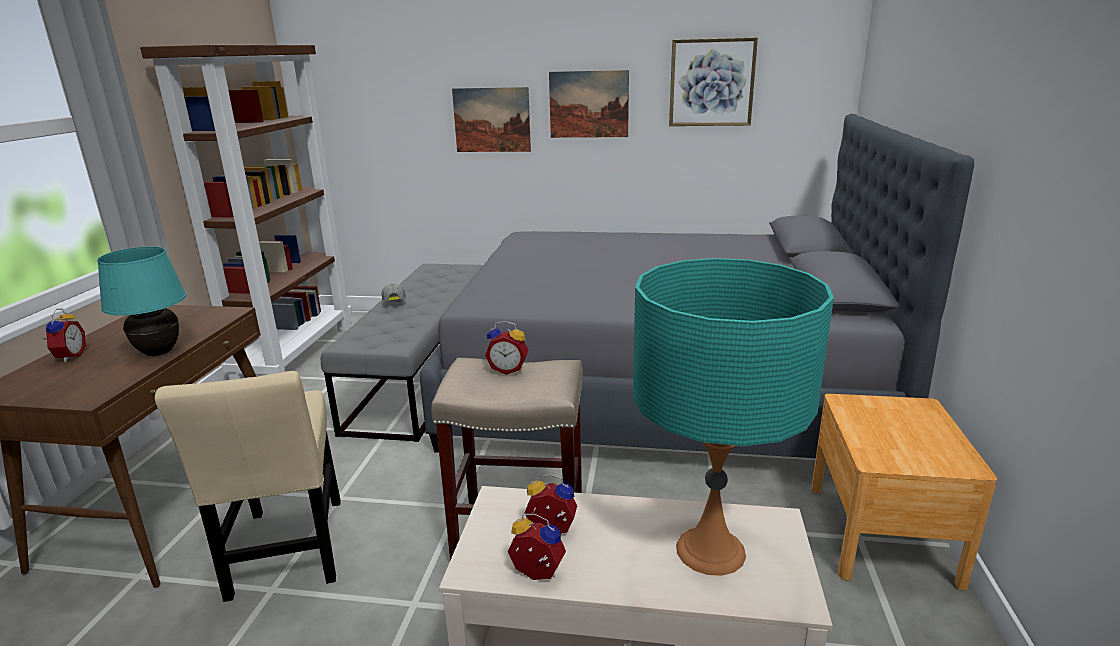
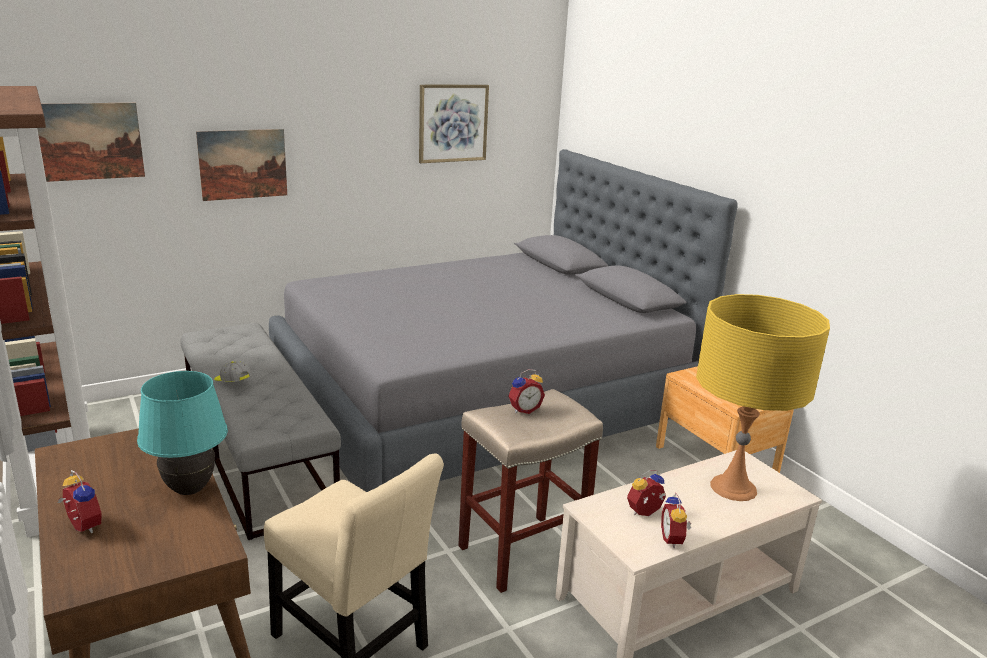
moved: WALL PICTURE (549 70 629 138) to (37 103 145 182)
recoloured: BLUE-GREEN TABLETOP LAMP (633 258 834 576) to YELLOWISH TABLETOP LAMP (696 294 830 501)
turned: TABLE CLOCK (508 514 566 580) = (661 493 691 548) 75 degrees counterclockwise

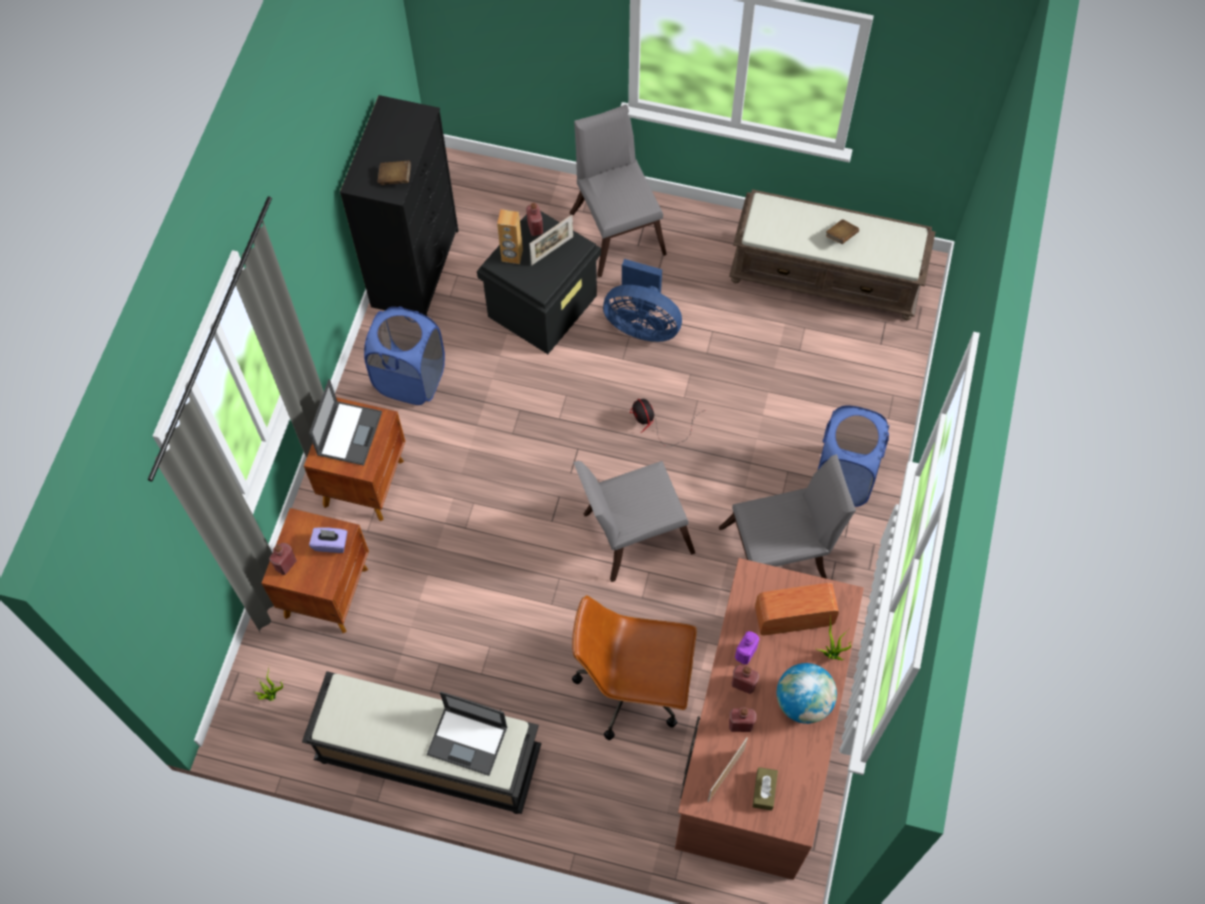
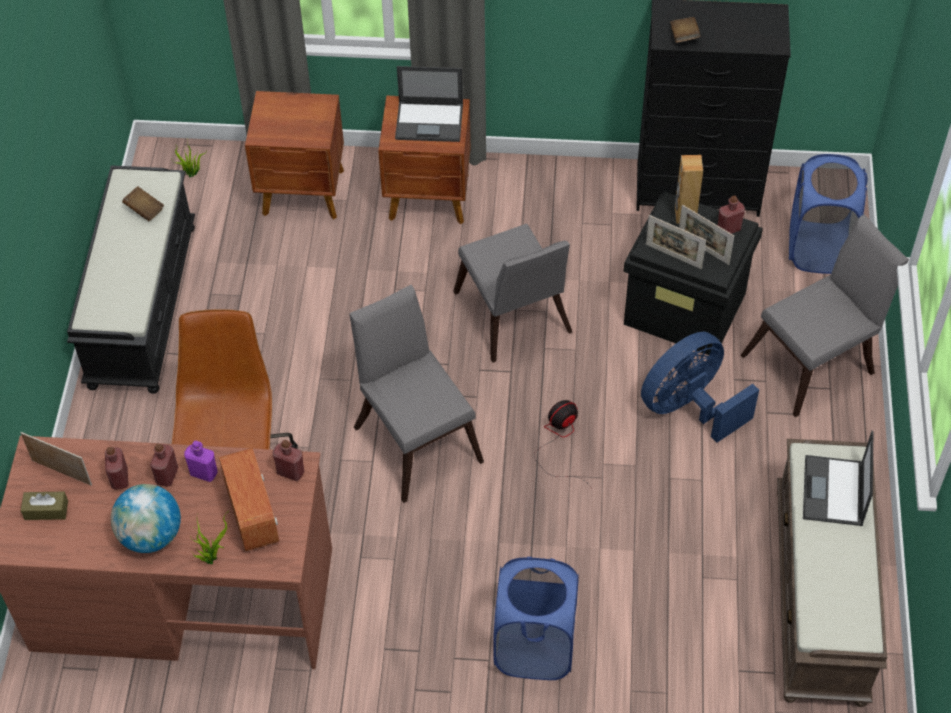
removed: PURPLE-COLOURED BOX OF TISSUES (309 527 347 553)
added: PHOTO FRAME (646 215 706 269)
moved: REDDISH BEVERAGE BOTTLE (269 543 297 575) to (273 440 304 481); BLUE HAMPER (364 307 445 405) to (789 154 868 274); PORTABLE COMPUTER (427 692 508 776) to (803 430 873 526); GREY UPRIGHT CHAIR (719 454 856 579) to (453 224 572 363); BROWN BOOK (826 219 859 244) to (122 186 164 221)
turned: BLUE ELECTRIC FAN (603 259 682 342) = (641 332 759 443) 45 degrees clockwise

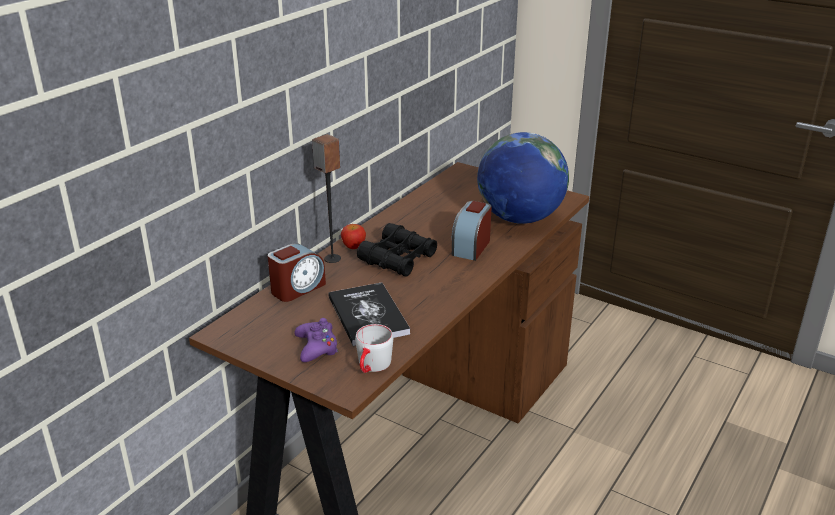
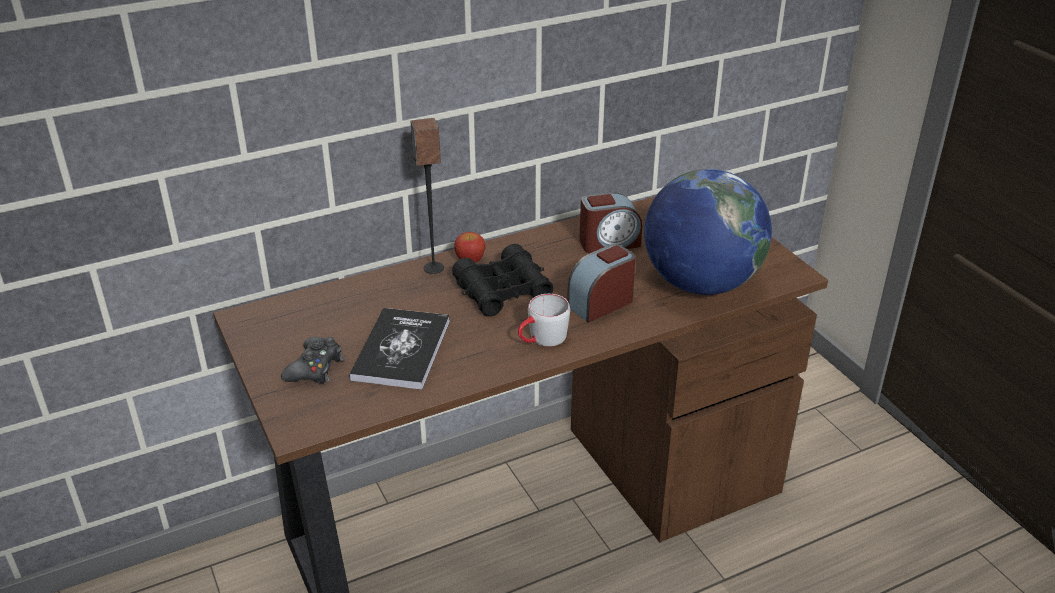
moved: TABLE CLOCK (268 244 326 302) to (579 192 642 253); GREY COFFEE MUG (355 324 393 373) to (518 294 570 347)
recoloured: PURPLE-COLOURED GAME CONTROLLER (294 318 339 362) to BLACK GAME CONTROLLER (281 337 344 383)

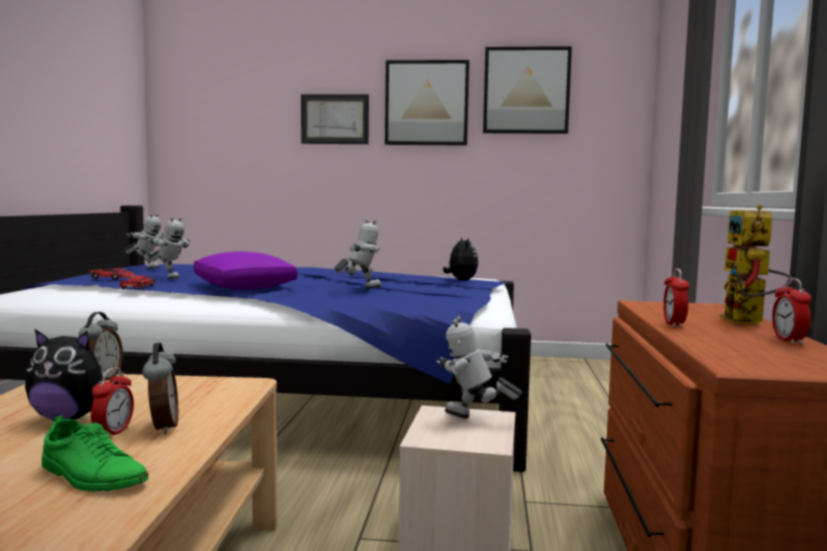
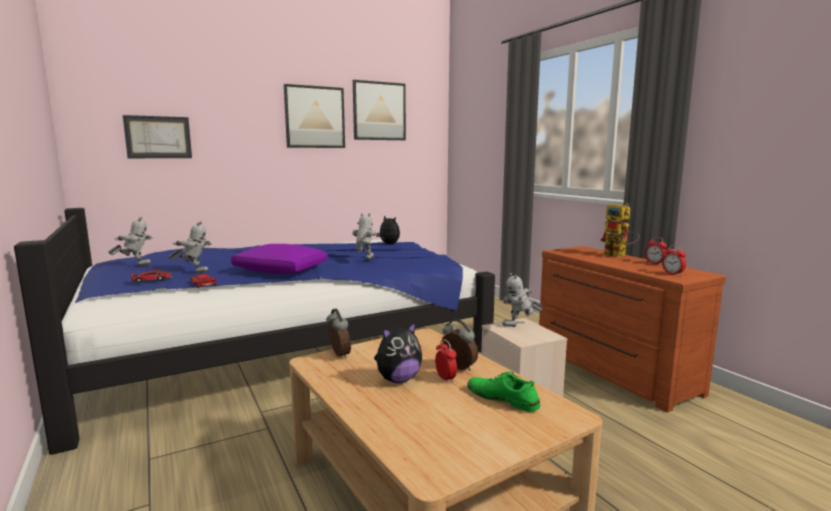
moved: WALL PICTURE (301 94 369 144) to (123 115 192 158); TABLE CLOCK (663 268 690 328) to (662 245 686 275)
turned: GREEN LOW SHOE (42 415 149 492) = (467 372 540 412) 135 degrees counterclockwise

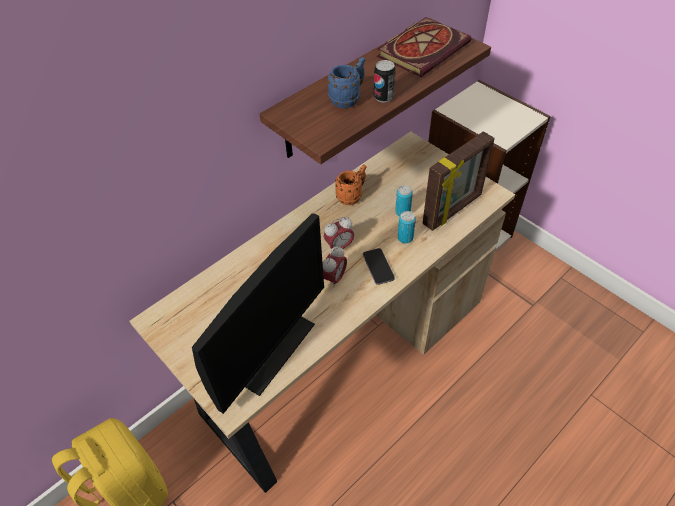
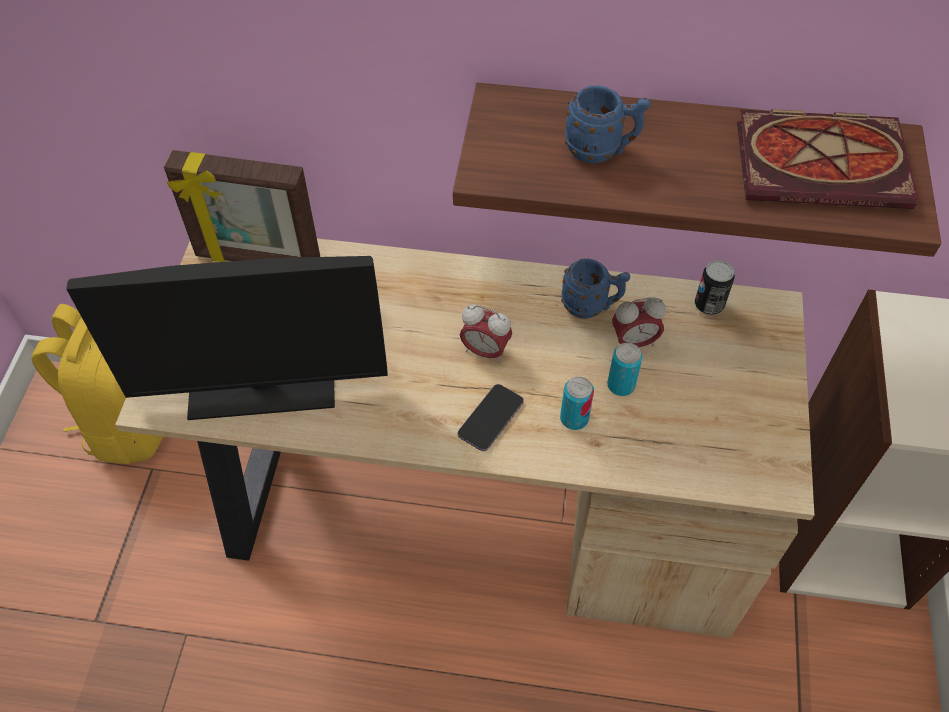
moved: TABLE CLOCK (323 246 347 288) to (612 297 666 347); SEALED CAN (374 60 396 103) to (695 260 735 315); PHOTO FRAME (422 131 495 231) to (164 150 320 262)
recoloured: ORANGEY COFFEE MUG (335 164 367 205) to BLUE COFFEE MUG (561 258 630 319)

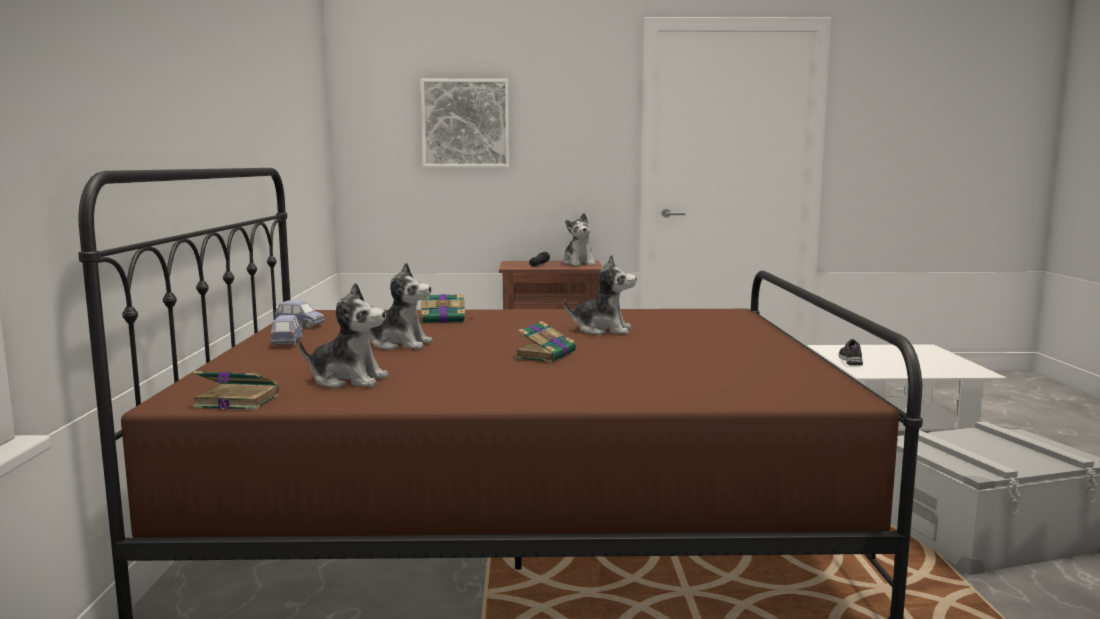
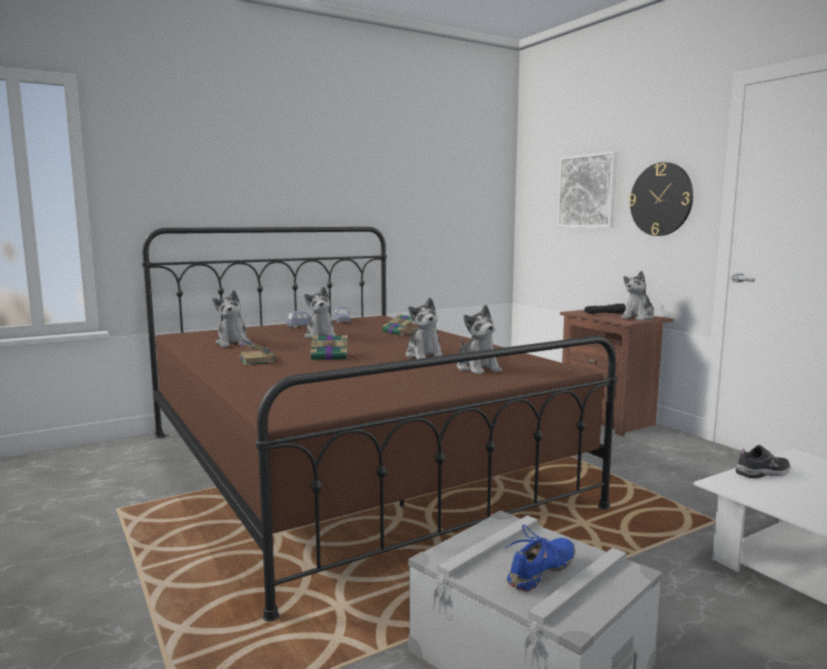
added: PLUSH TOY (457 305 502 375); BLUE LOW SHOE (505 525 575 592); CLOCK ON THE WALL (629 162 693 236)
moved: BOOK (193 371 279 410) to (239 338 276 365)

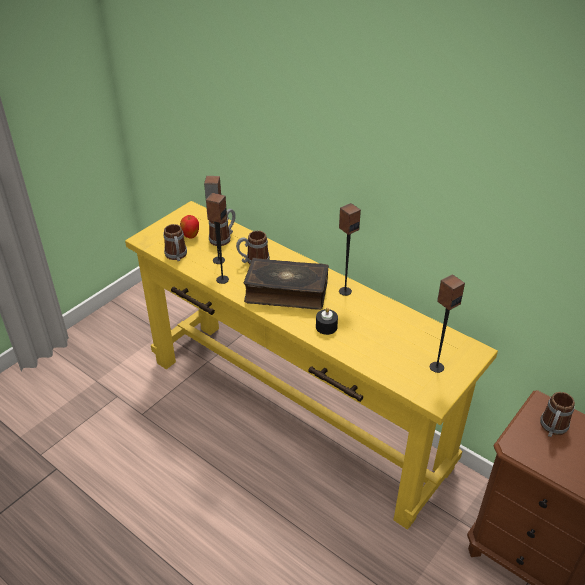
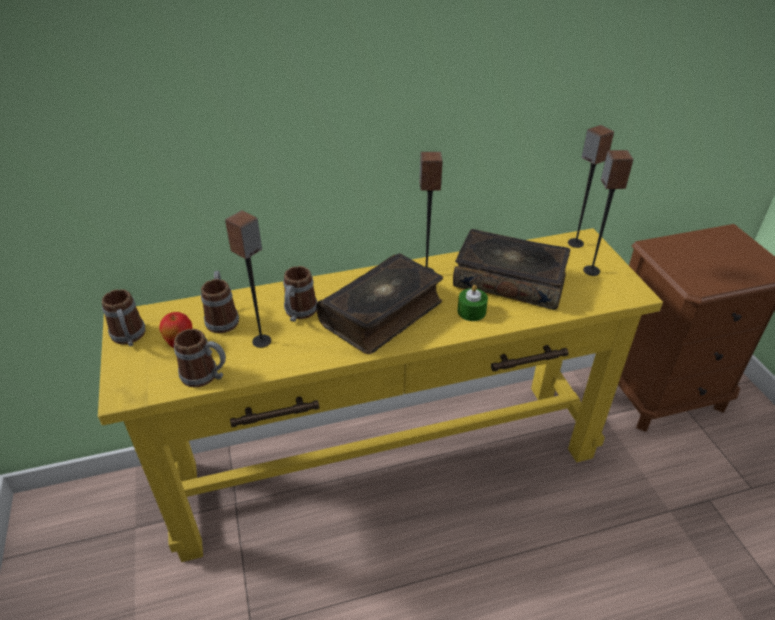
added: BOOK (453 229 571 310)
moved: AUDIO SPEAKER (206 193 229 284) to (568 125 614 248); COFFEE MUG (540 392 575 437) to (102 289 145 347)
recoloured: BLACK CANDLE (316 307 338 335) to GREEN CANDLE (458 285 488 321)

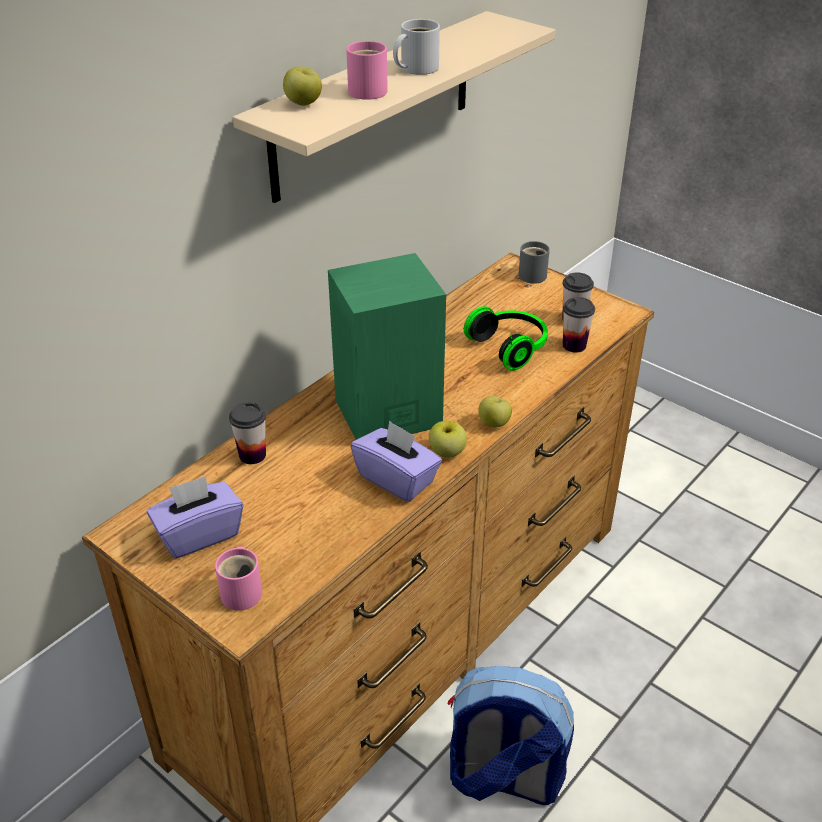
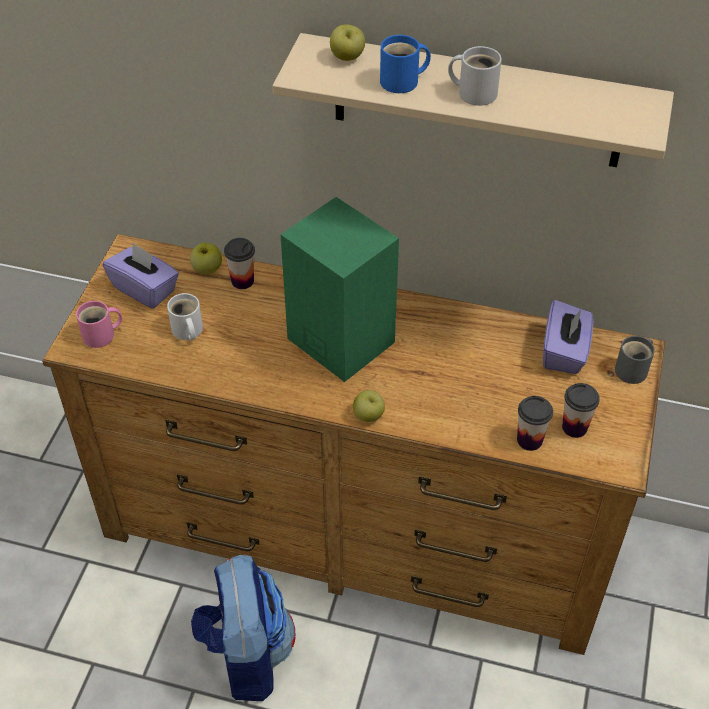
removed: HEADSET (464 306 548 371)
added: WHITE COFFEE MUG (167 293 203 340)
moved: PURPLE-COLOURED BOX OF TISSUES (351 420 442 502) to (543 300 593 374); WHOLE APPLE (429 421 467 458) to (190 243 222 275)
recoloured: PINKISH COFFEE MUG (346 41 388 100) to BLUE COFFEE MUG (380 35 431 93)

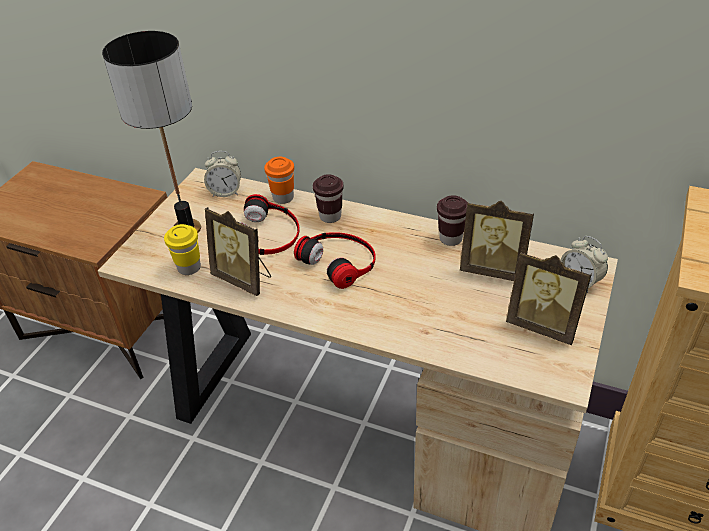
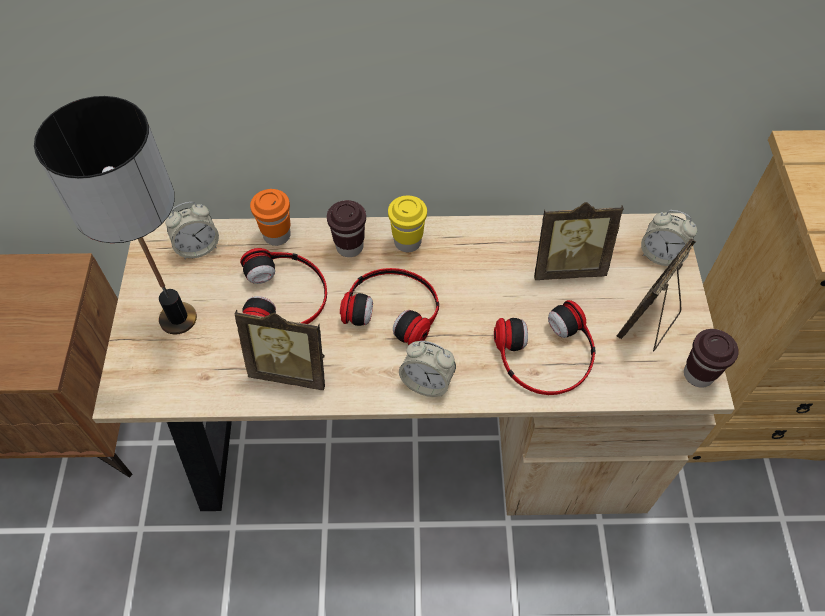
added: TABLE CLOCK (399 341 456 397); HEADSET (494 300 595 395)
moved: YELLOWISH DRINKING CUP (164 224 201 275) to (388 195 427 252); BROWN DRINKING CUP (437 195 468 246) to (684 329 739 388)
turned: PHOTO FRAME (506 251 592 345) = (617 239 696 351) 120 degrees clockwise

